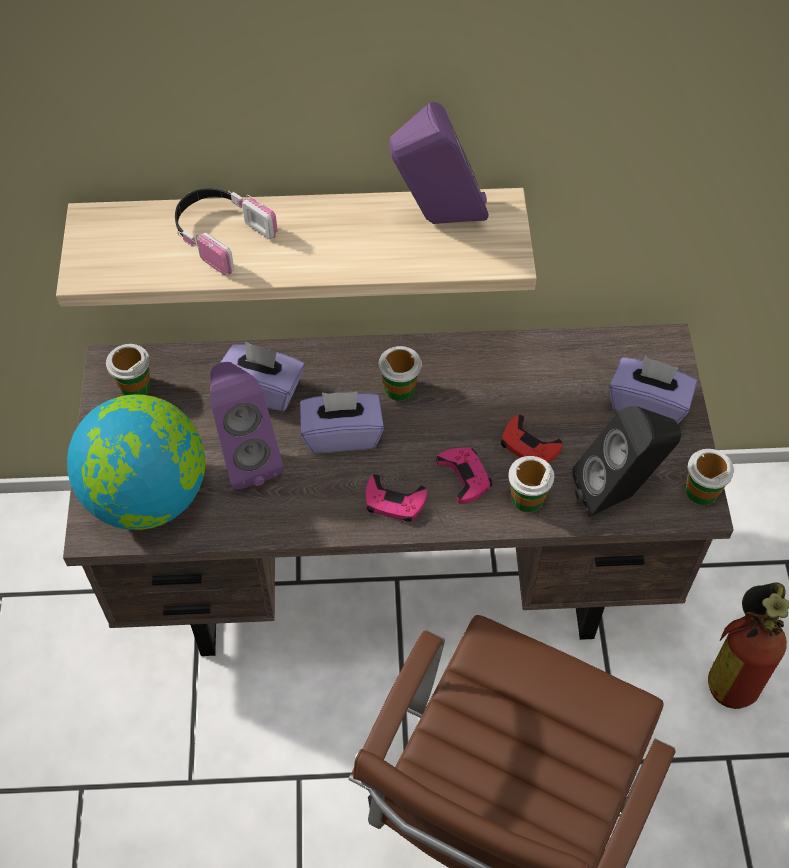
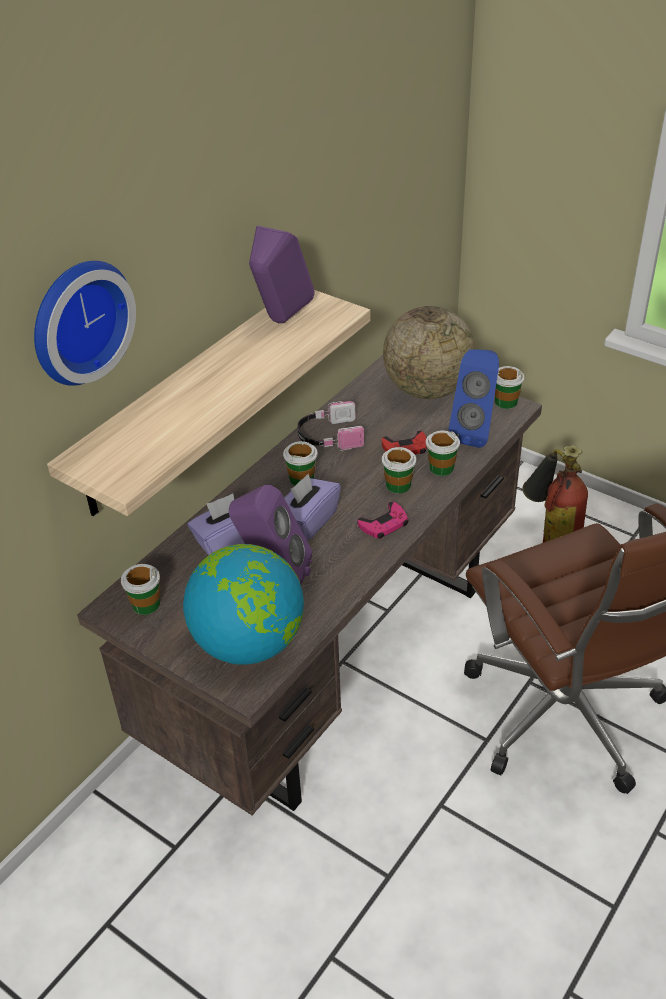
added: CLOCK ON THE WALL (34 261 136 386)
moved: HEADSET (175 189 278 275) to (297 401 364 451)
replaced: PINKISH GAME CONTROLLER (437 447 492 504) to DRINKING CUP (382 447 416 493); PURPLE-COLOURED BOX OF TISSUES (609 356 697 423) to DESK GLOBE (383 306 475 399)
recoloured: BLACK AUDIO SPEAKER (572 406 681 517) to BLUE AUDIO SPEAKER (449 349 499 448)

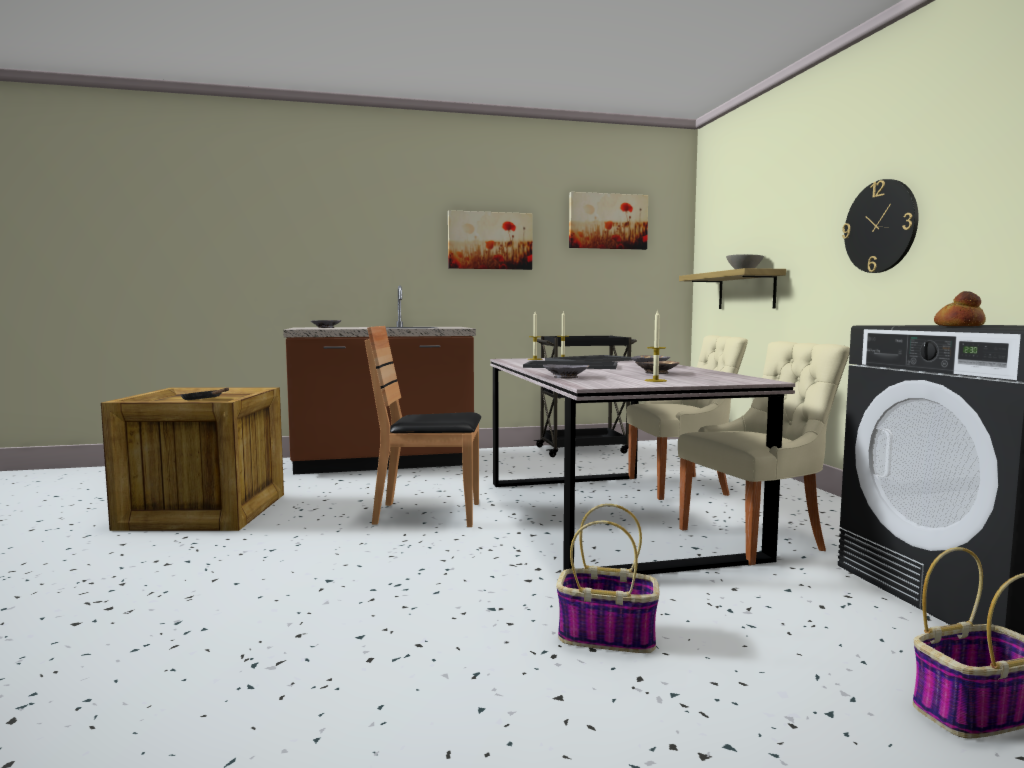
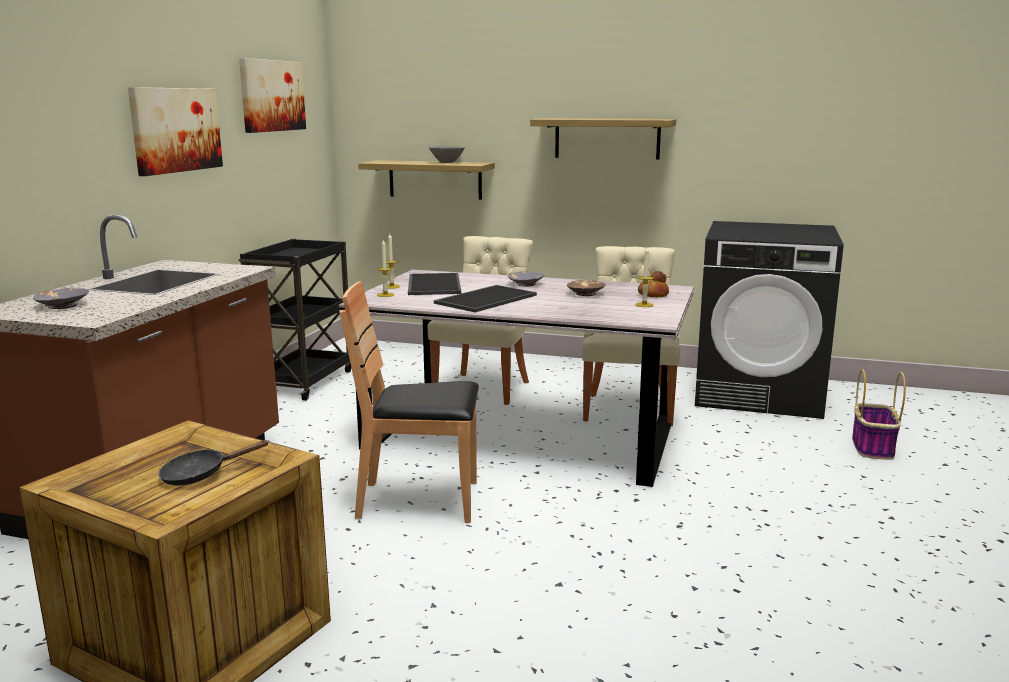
removed: GREY BOWL (543 364 589 379); HOUSEHOLD BASKET (556 504 660 653)
moved: BAKERY BREAD (934 291 986 326) to (638 271 669 297)
replaced: CLOCK ON THE WALL (842 179 918 273) to WALL SHELF (530 118 677 160)
turned: BROWN UPRIGHT CHAIR (365 326 481 527) = (340 281 479 523) 60 degrees clockwise

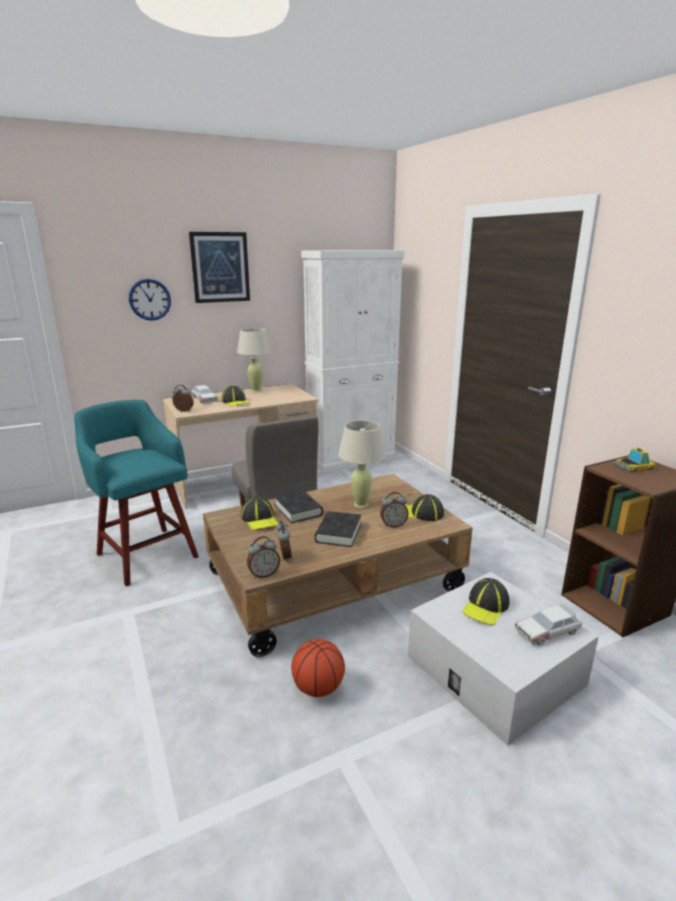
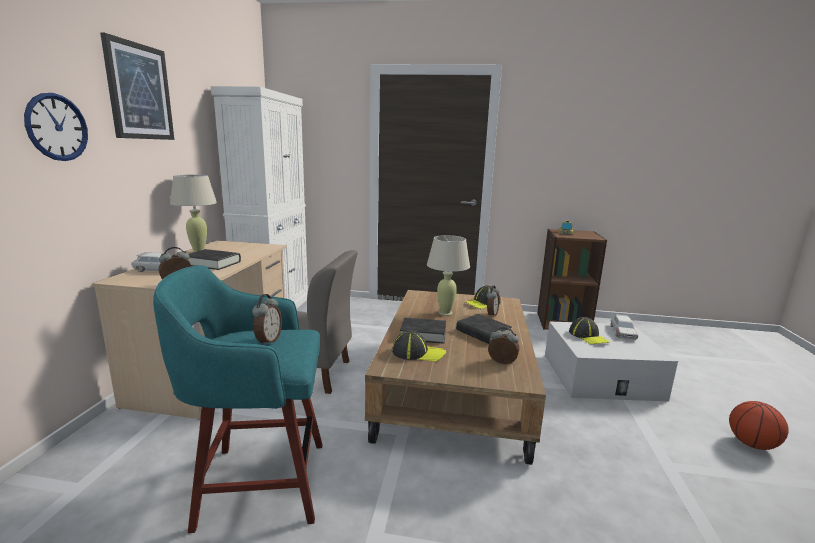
moved: TABLE CLOCK (247 536 280 578) to (252 294 282 346); BASKETBALL BALL (291 639 345 697) to (729 401 789 450)
replaced: CAP (221 386 250 406) to BLACK BOOK (187 249 241 270)

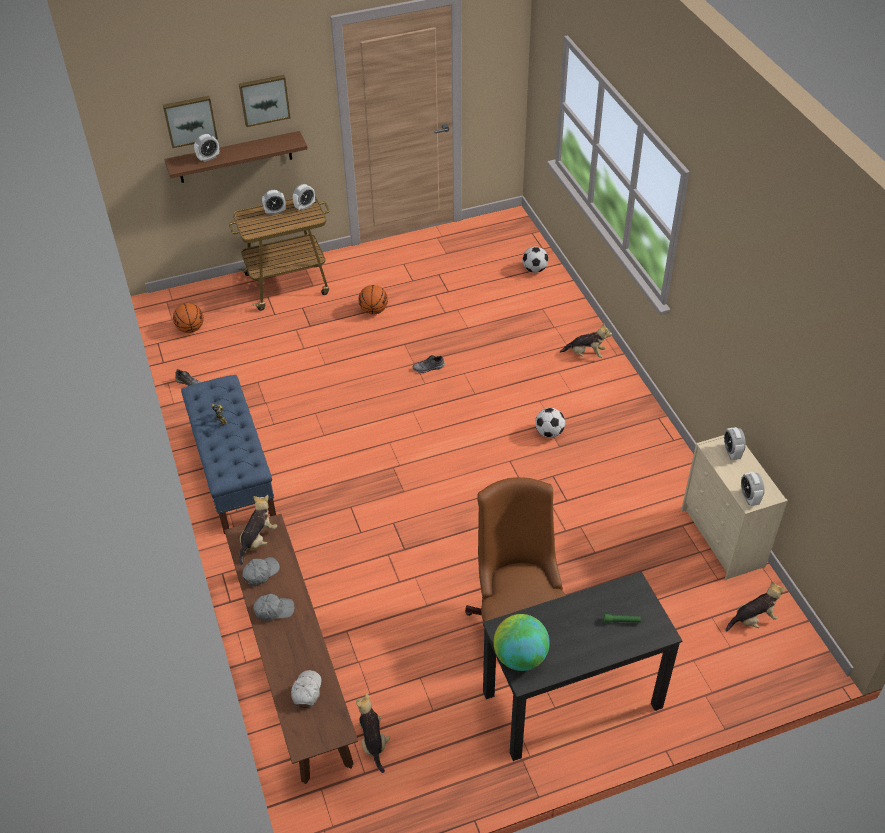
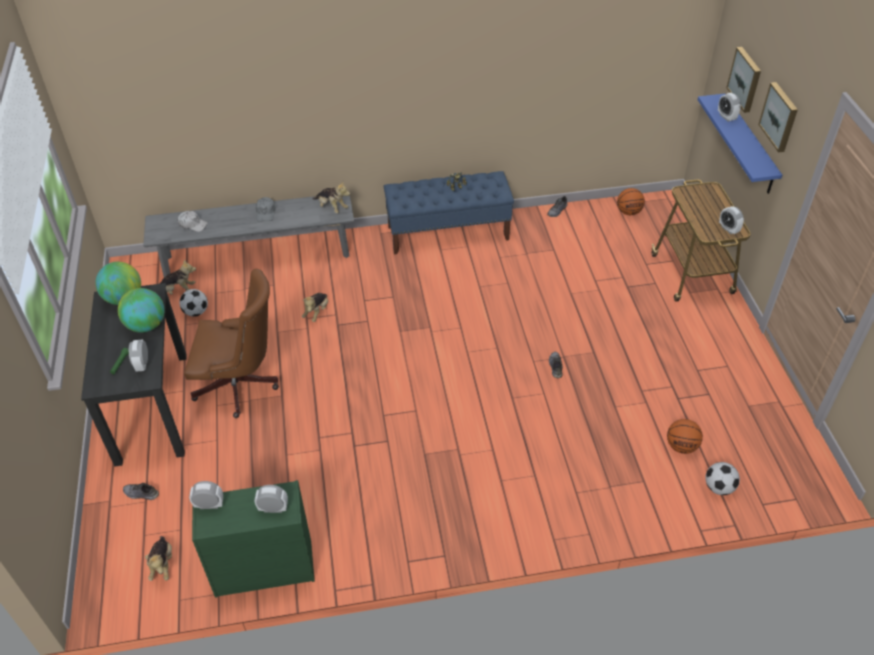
removed: GREY CAP (242 557 280 586)
added: DESK GLOBE (118 288 165 333); GREY LOW SHOE (123 483 159 500)
moved: TABLE CLOCK (262 190 286 215) to (129 340 148 372); BASKETBALL BALL (358 285 388 314) to (667 419 703 454); FOOTBALL (535 408 565 438) to (179 289 208 317); PLUSH TOY (560 322 612 358) to (302 293 328 322)
recoloured: BROWN WALL SHELF (164 131 308 183) to BLUE WALL SHELF (697 94 782 194); BROWN INDOOR BENCH (224 514 358 784) to GREY INDOOR BENCH (143 196 354 277); SAND-COLOURED CHEST OF DRAWERS (681 435 788 580) to GREEN CHEST OF DRAWERS (192 480 315 598)

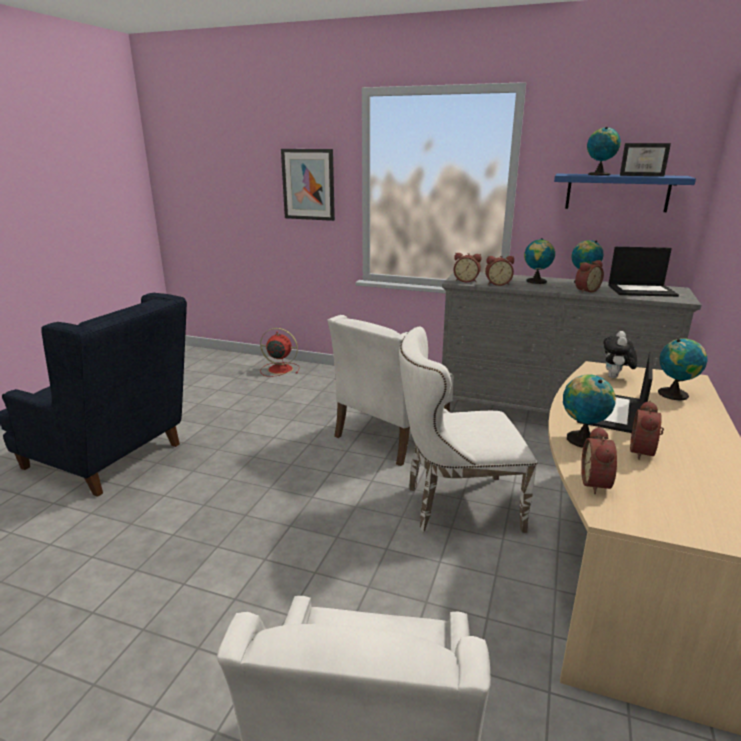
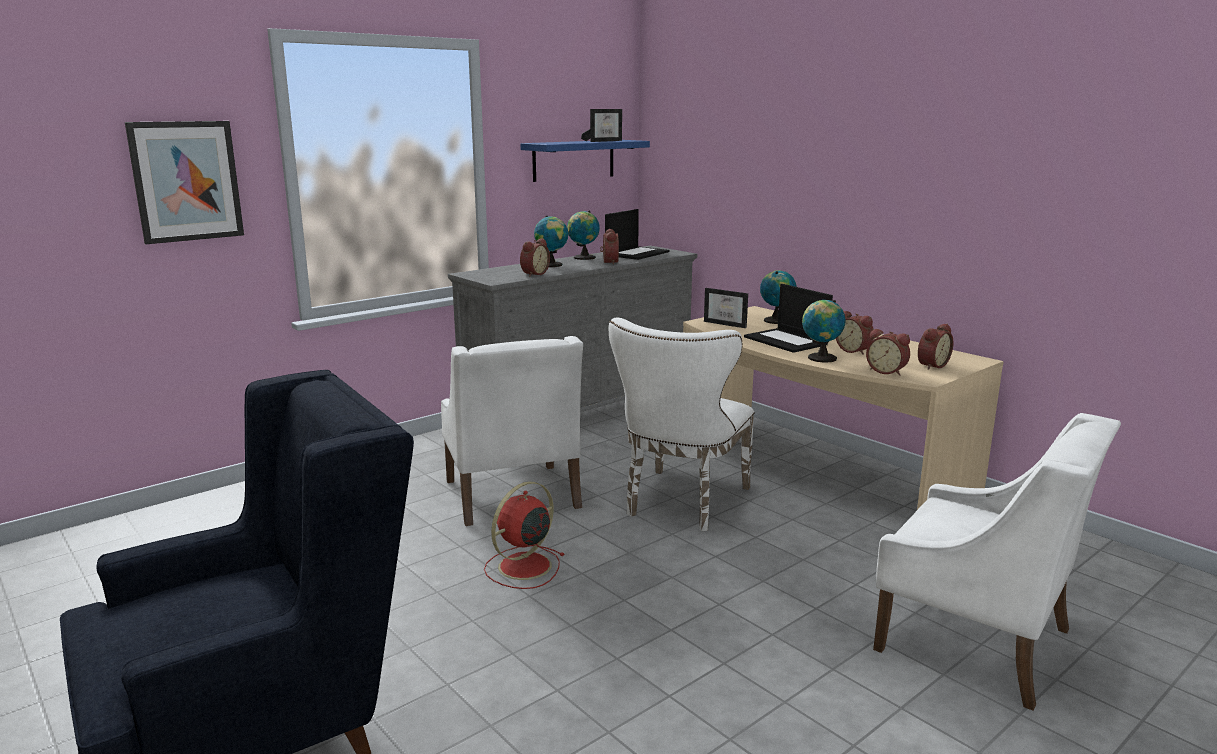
removed: DESK GLOBE (587 127 621 176)
moved: REDDISH ELECTRIC FAN (260 328 300 377) to (484 481 565 589); TABLE CLOCK (454 253 481 282) to (918 324 954 370)
replaced: PLUSH TOY (603 331 637 378) to PHOTO FRAME (704 288 748 328)

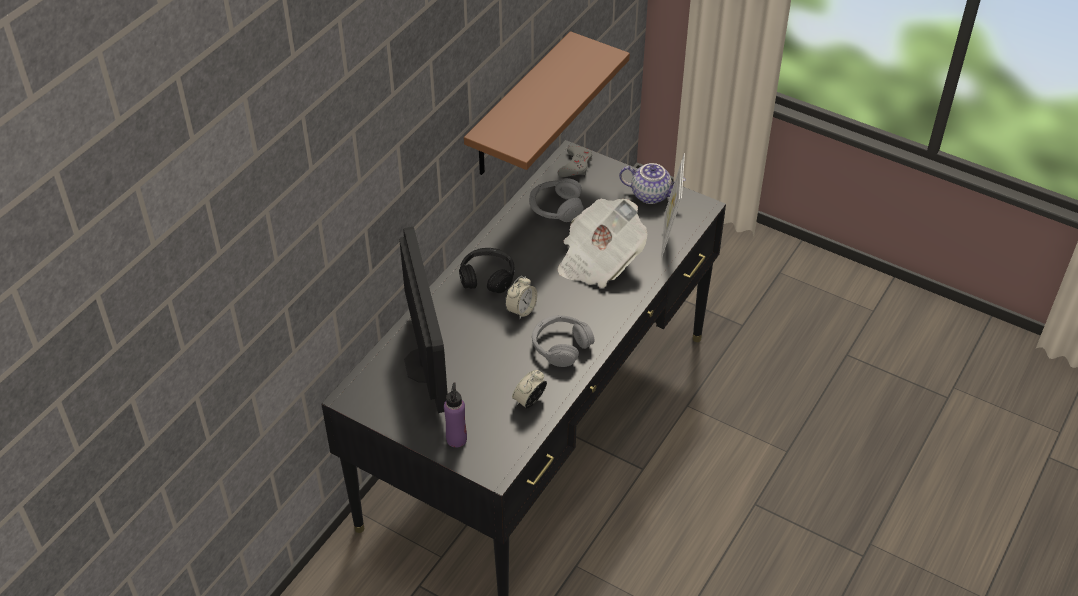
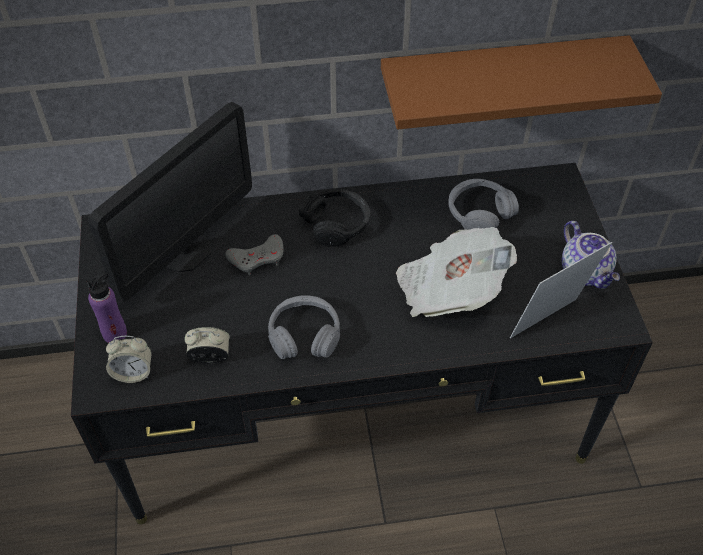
moved: TABLE CLOCK (505 276 537 320) to (106 336 152 383); GREY GAME CONTROLLER (558 145 592 177) to (225 234 284 275)

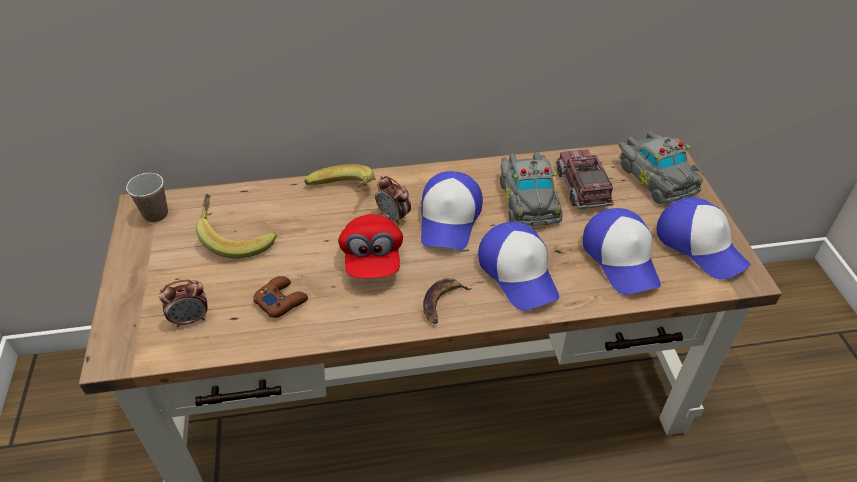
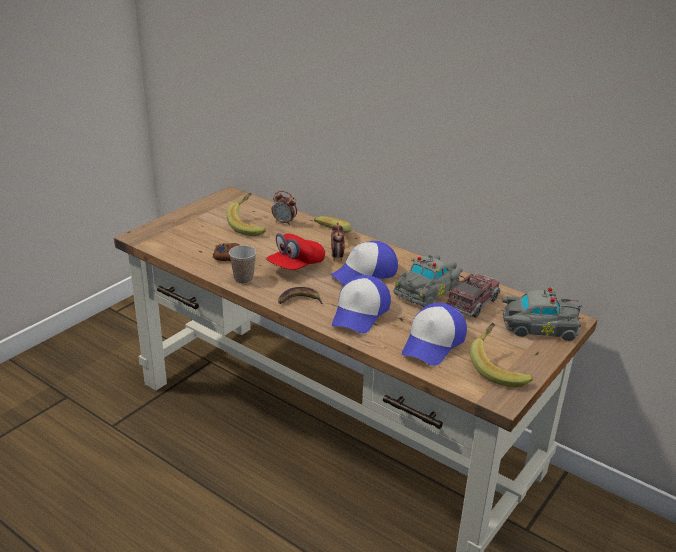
moved: DRINKING CUP (126 173 168 222) to (229 245 257 284); TABLE CLOCK (159 279 208 327) to (272 191 297 226)
replaced: CAP (657 197 751 280) to BANANA (470 323 533 387)
turned: GREY TOY CAR (619 131 706 204) = (502 287 583 341) 105 degrees counterclockwise

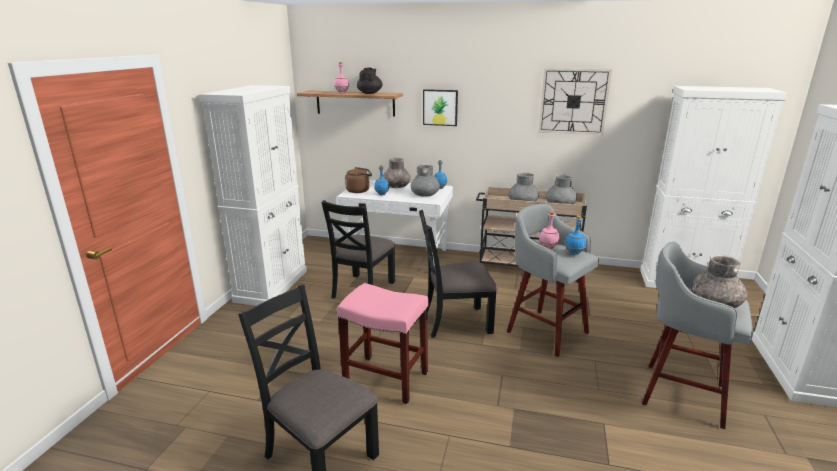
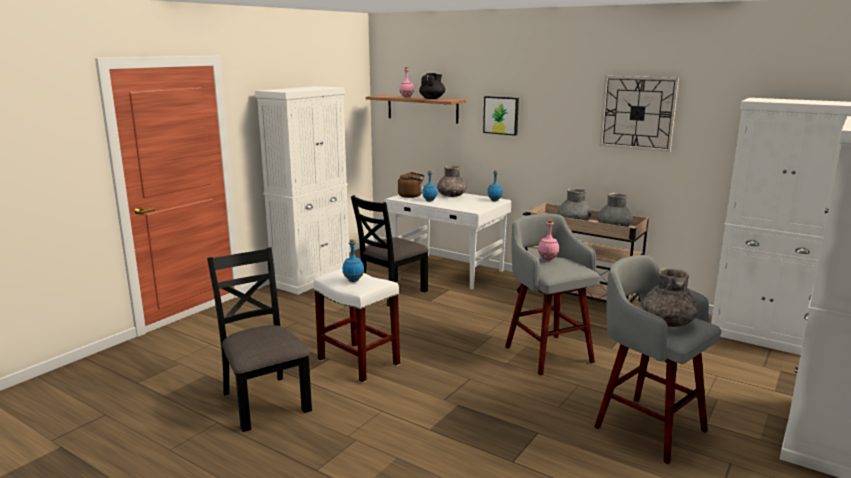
removed: GREY FLOWER VASE (411 164 440 197); BLACK UPRIGHT CHAIR (419 210 498 338)
moved: BLUE BEVERAGE BOTTLE (565 216 586 255) to (342 239 364 282)
recoloured: PINKISH SITTING STOOL (337 283 429 405) to WHITE SITTING STOOL (314 269 400 383)

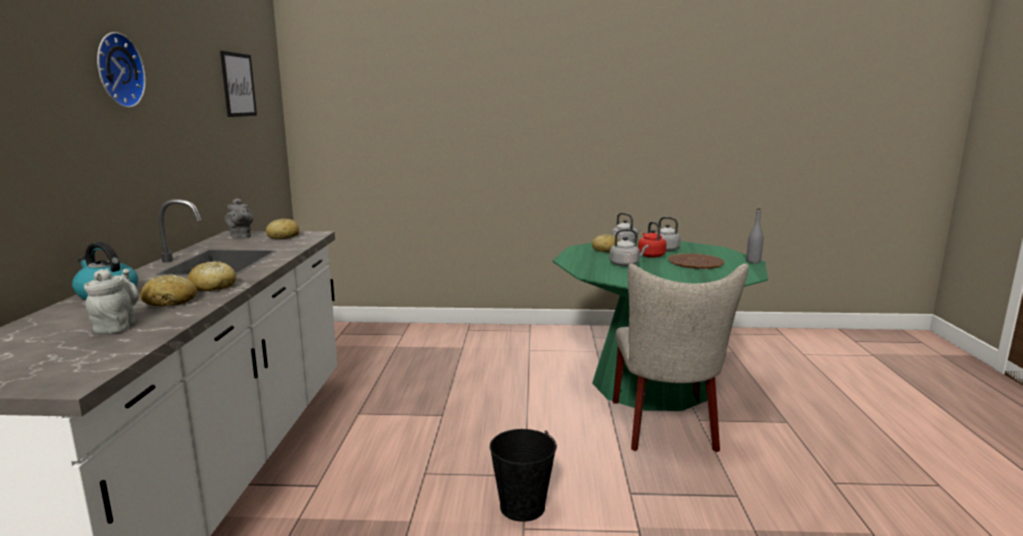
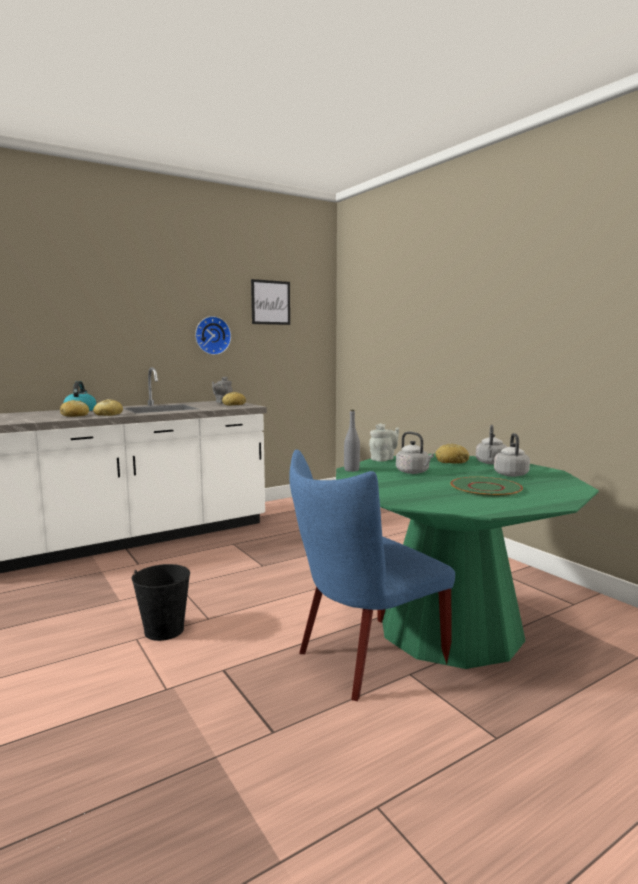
removed: REDDISH KETTLE (638 221 666 258)
moved: GREY TEA POT (84 268 139 333) to (369 423 399 462); CLOCK ON THE WALL (97 32 146 108) to (195 316 231 355); GREY BEVERAGE BOTTLE (747 208 763 264) to (344 410 360 472)
recoloured: SAND-COLOURED UPRIGHT CHAIR (613 263 749 452) to BLUE UPRIGHT CHAIR (289 450 455 701); BROWN DINNER PLATE (668 253 725 269) to GREEN DINNER PLATE (450 477 523 497)

